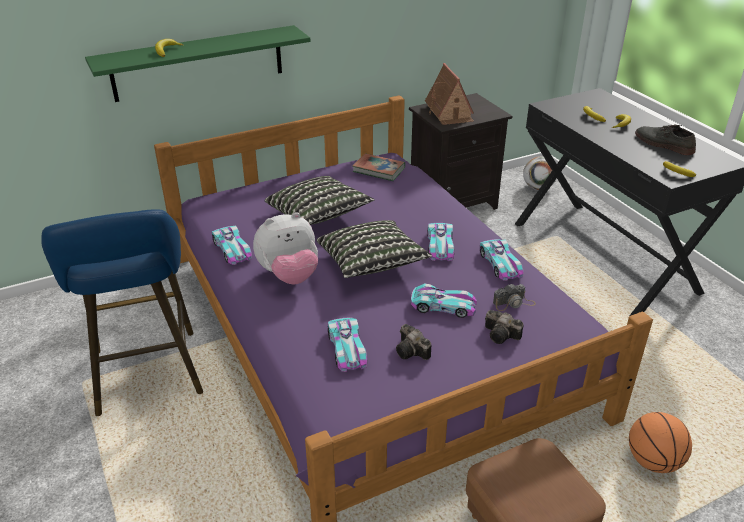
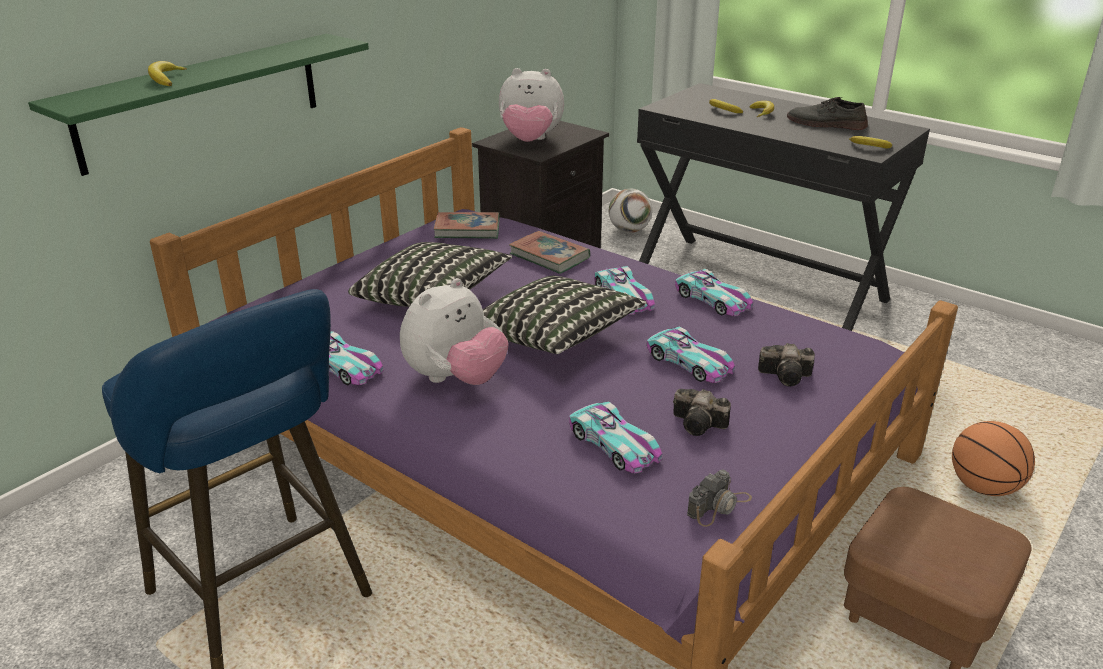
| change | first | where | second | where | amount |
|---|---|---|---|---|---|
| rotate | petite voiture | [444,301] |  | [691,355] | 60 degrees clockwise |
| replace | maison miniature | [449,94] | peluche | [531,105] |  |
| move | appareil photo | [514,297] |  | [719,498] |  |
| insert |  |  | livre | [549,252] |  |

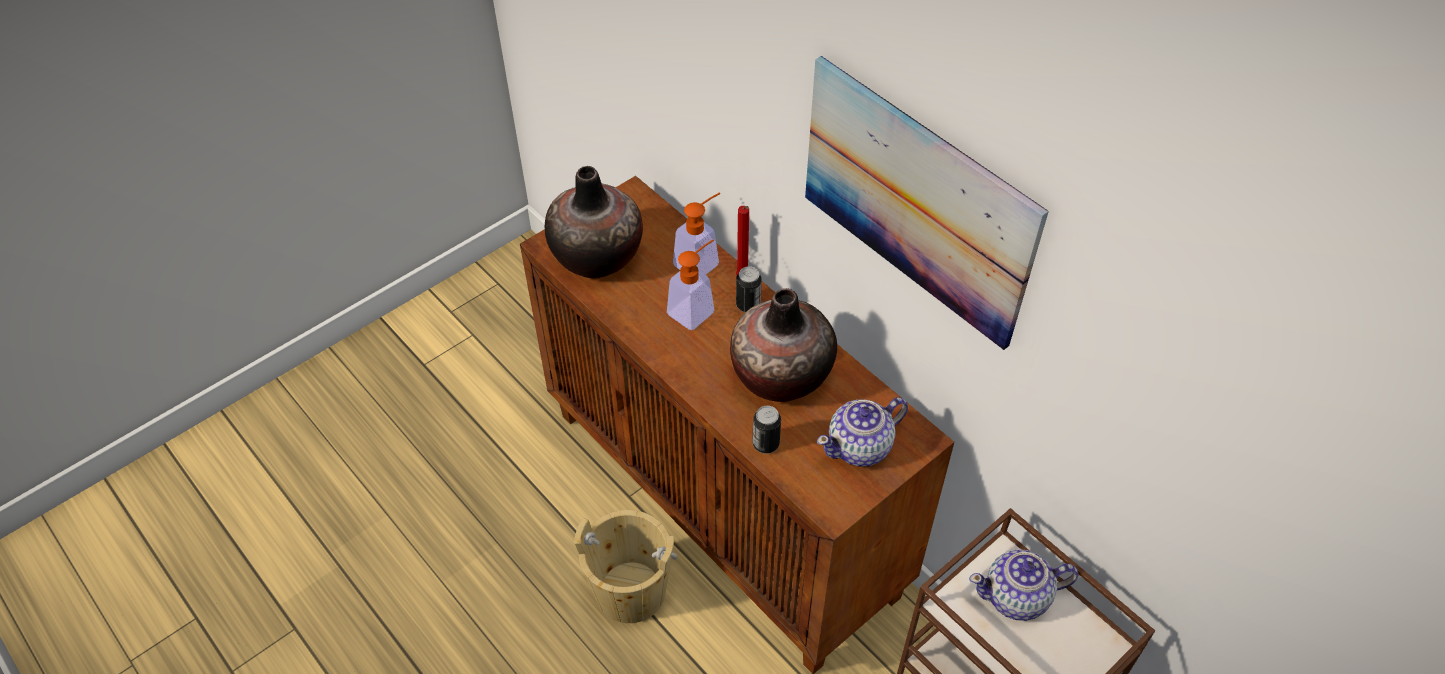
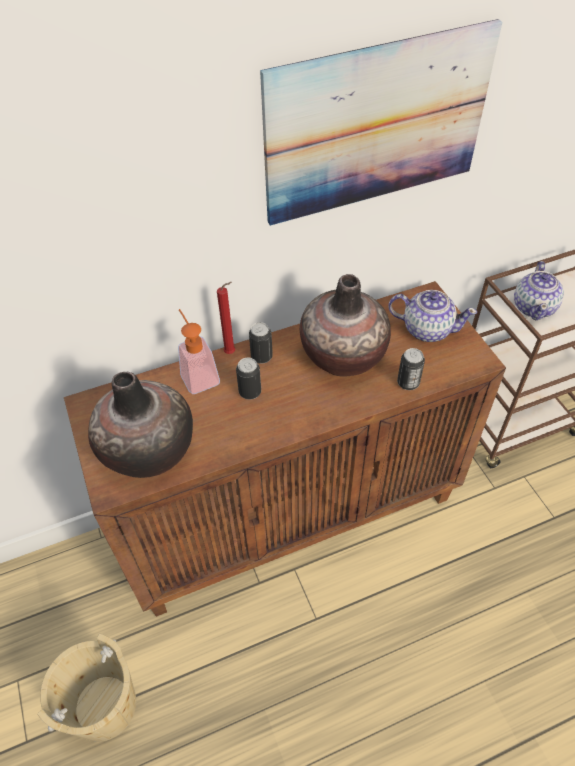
| change | first | where | second | where | amount |
|---|---|---|---|---|---|
| move | seau (beige) | [625,566] |  | [86,687] |  |
| replace | distributeur de savon | [690,284] | boîte métallique | [248,378] |  |
| rotate | théière | [862,432] |  | [432,316] | 60 degrees counterclockwise |

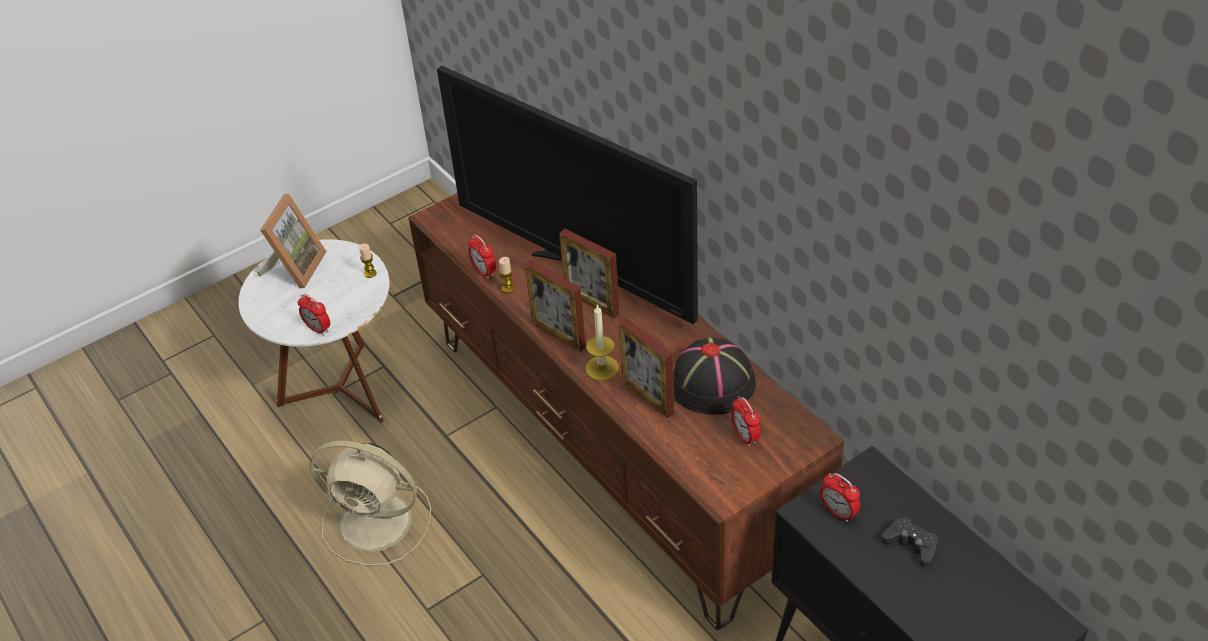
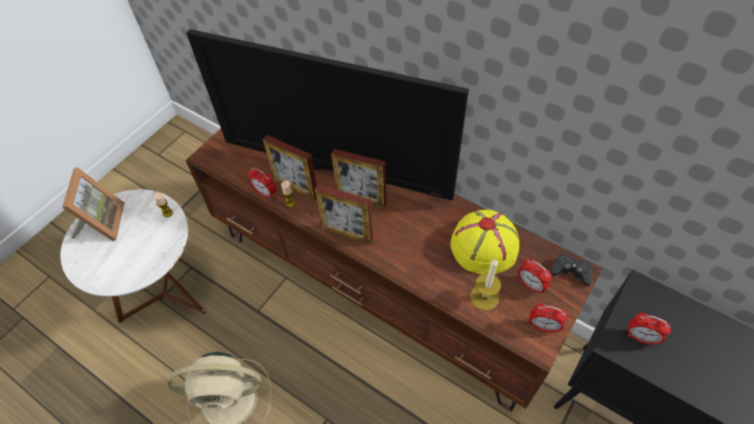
| change | first | where | second | where | amount |
|---|---|---|---|---|---|
| move | réveil | [314,315] |  | [548,318] |  |
| move | bougie | [602,342] |  | [485,284] |  |
| move | cadre photo | [646,367] |  | [289,167] |  |
| recolor | chapeau (noir) | [714,376] | chapeau (jaune) | [485,241] |  |
| move | manette (noir) | [909,542] |  | [571,269] |  |

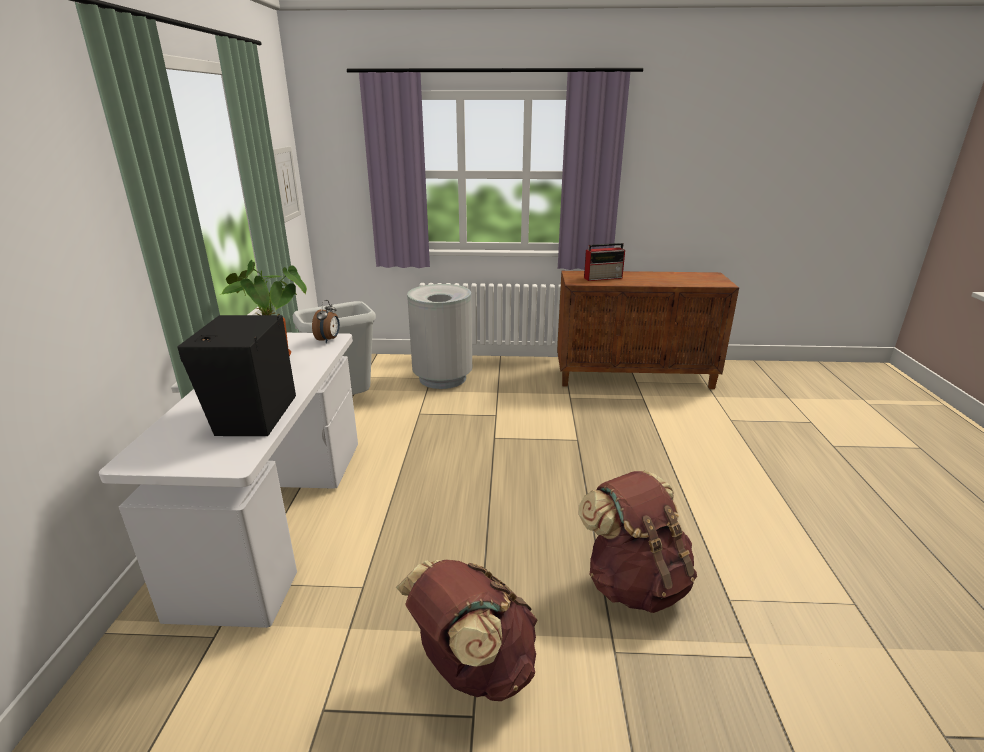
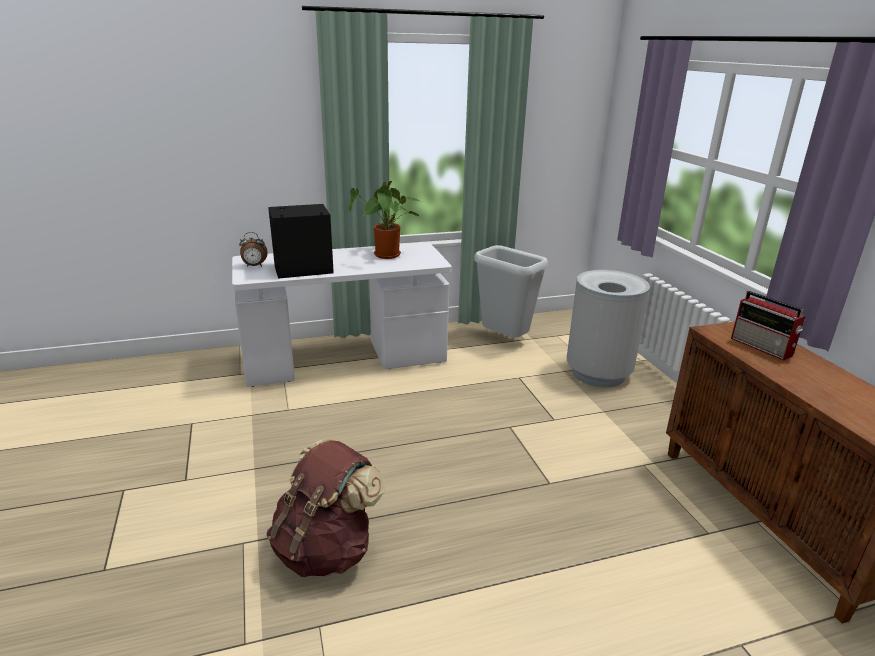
| change | first | where | second | where | amount |
|---|---|---|---|---|---|
| delete | tableau | [287,184] |  |  |  |
| move | réveil | [326,321] |  | [253,249] |  |
| delete | sac à dos (marron) | [467,630] |  |  |  |

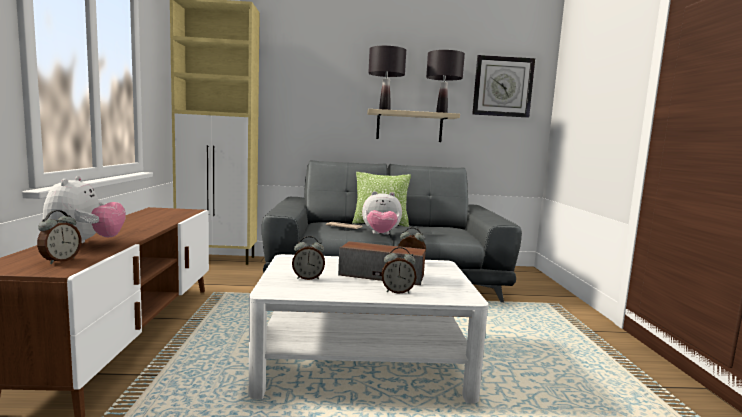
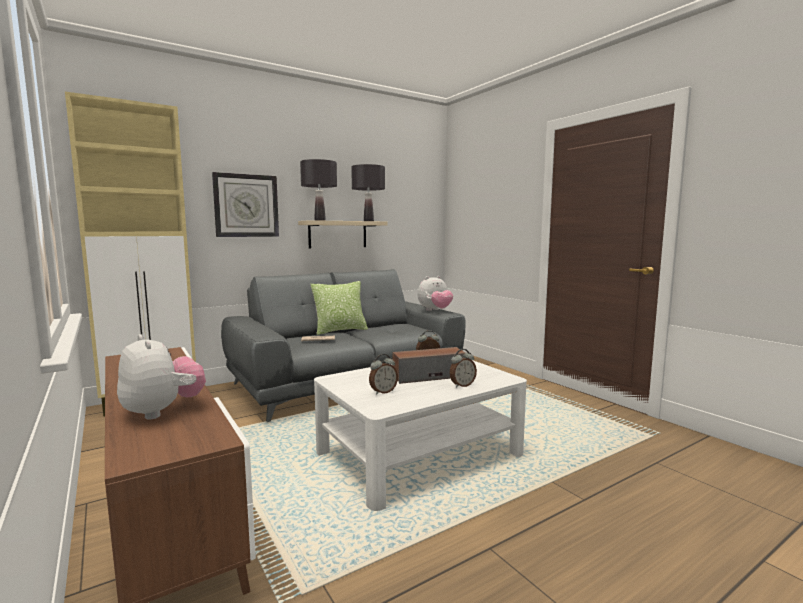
| change | first | where | second | where | amount |
|---|---|---|---|---|---|
| delete | réveil | [59,237] |  |  |  |
| move | peluche | [382,213] |  | [435,293] |  |
| move | horloge murale | [503,86] |  | [245,204] |  |

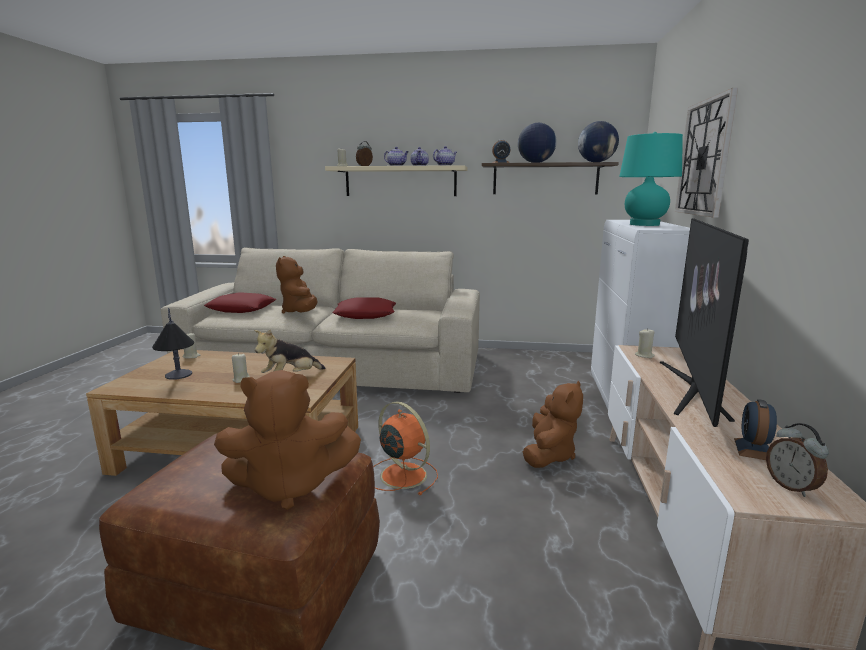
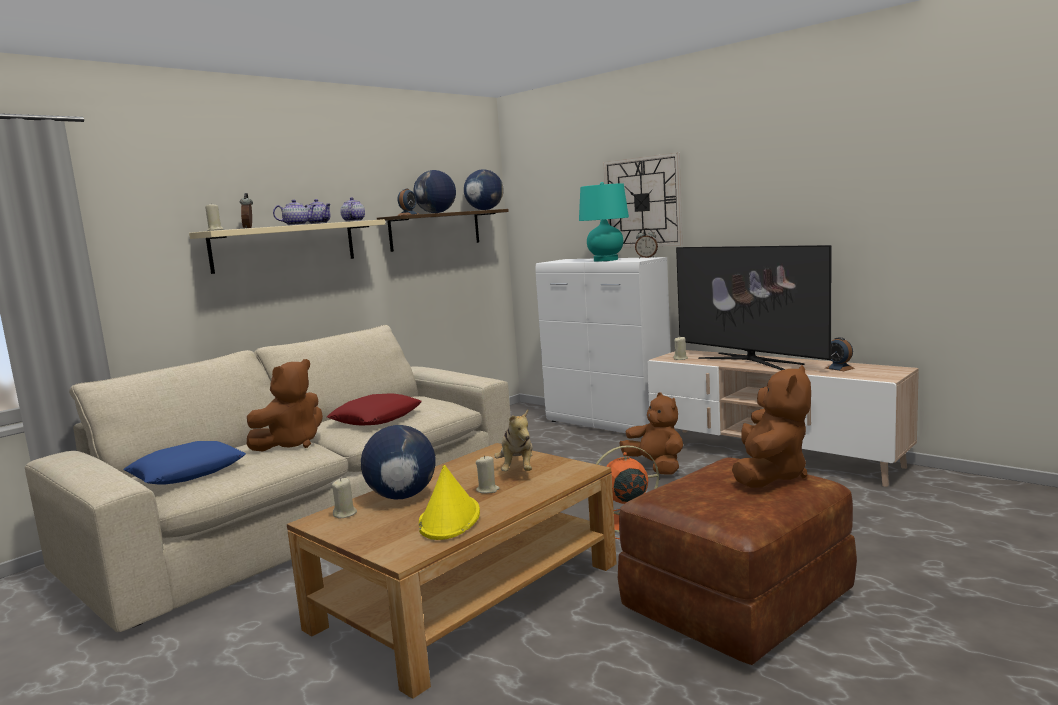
| change | first | where | second | where | amount |
|---|---|---|---|---|---|
| replace | lampe de table | [173,344] | chapeau (jaune) | [449,502] |  |
| recolor | coussin (rouge) | [240,302] | coussin (bleu) | [184,462] |  |
| rotate | peluche (marron) | [296,285] |  | [285,405] | 75 degrees counterclockwise |
| move | réveil | [797,460] |  | [646,243] |  |
| insert |  |  | globe | [398,462] |  |

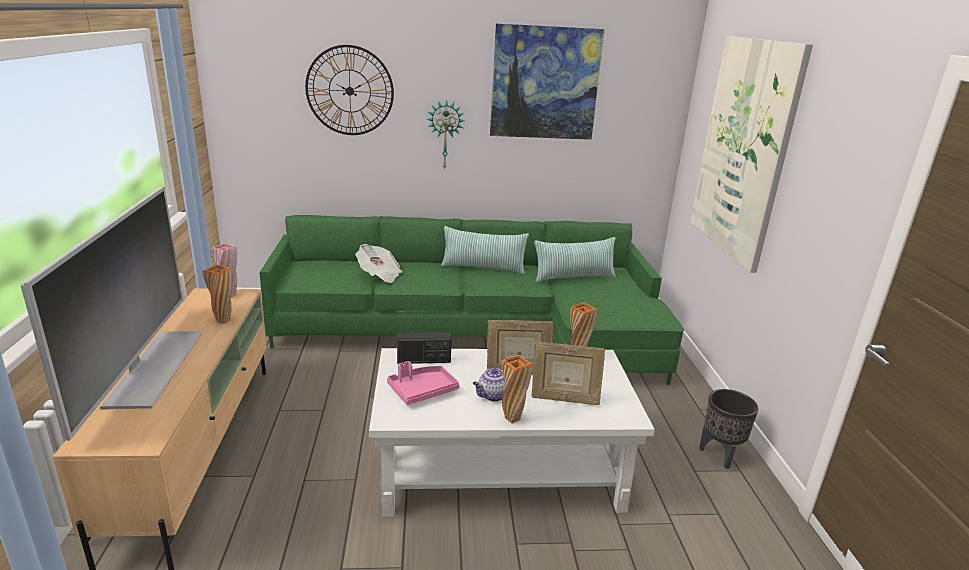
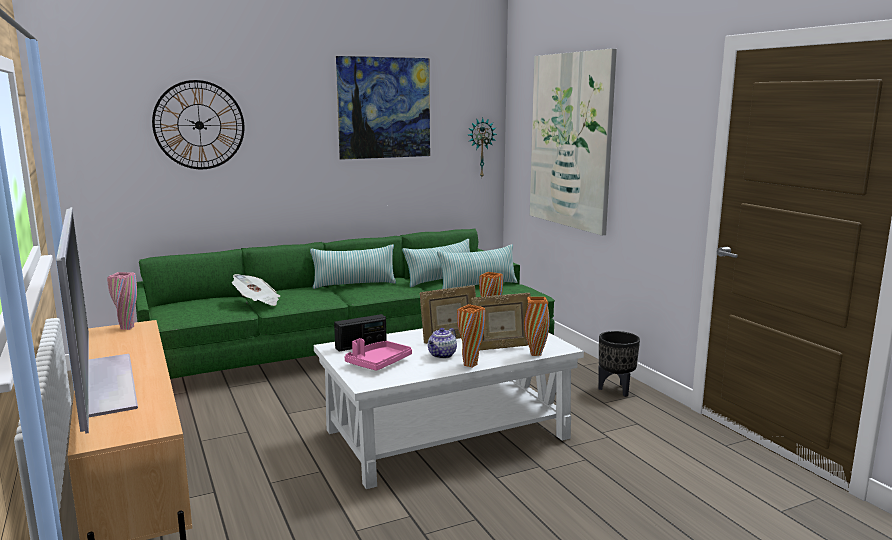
| change | first | where | second | where | amount |
|---|---|---|---|---|---|
| move | vase (orange) | [217,294] |  | [537,326] |  |
| move | horloge murale | [446,135] |  | [482,147] |  |
| insert |  |  | coussin | [477,266] |  |

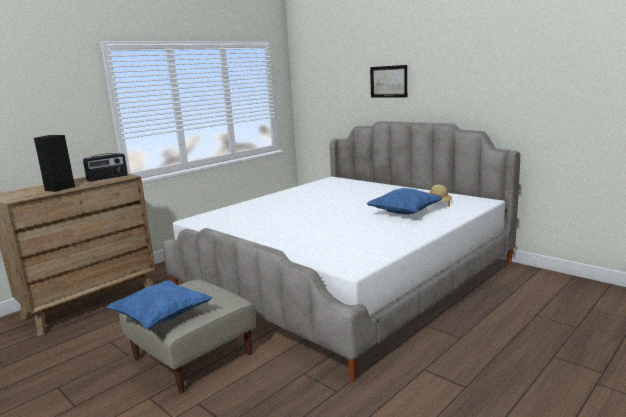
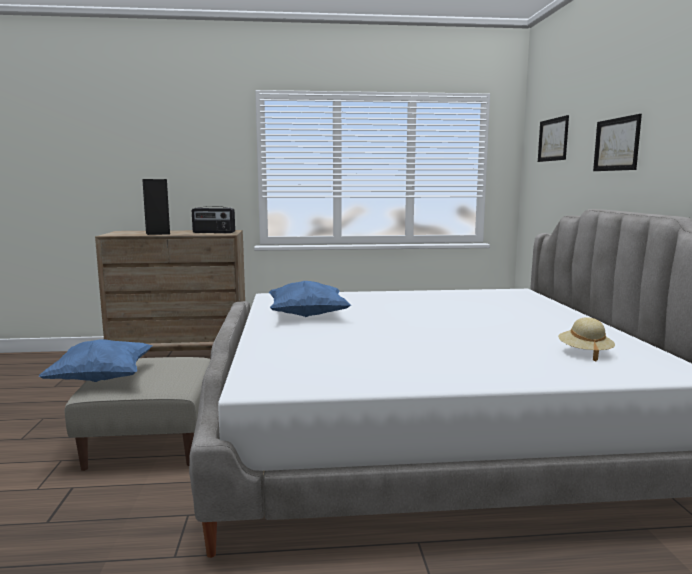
| change | first | where | second | where | amount |
|---|---|---|---|---|---|
| move | coussin (bleu) | [405,201] |  | [310,299] |  |
| insert |  |  | tableau | [553,138] |  |

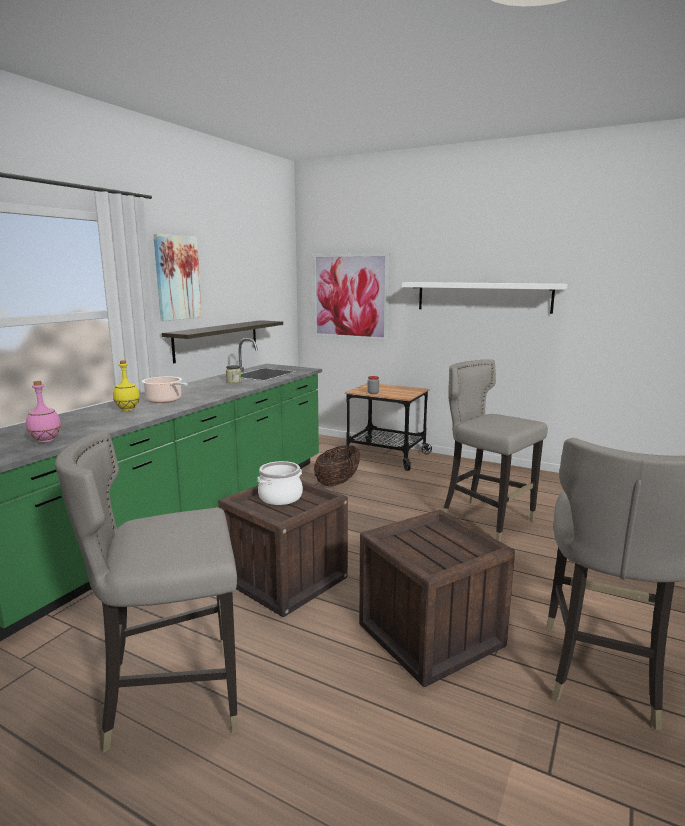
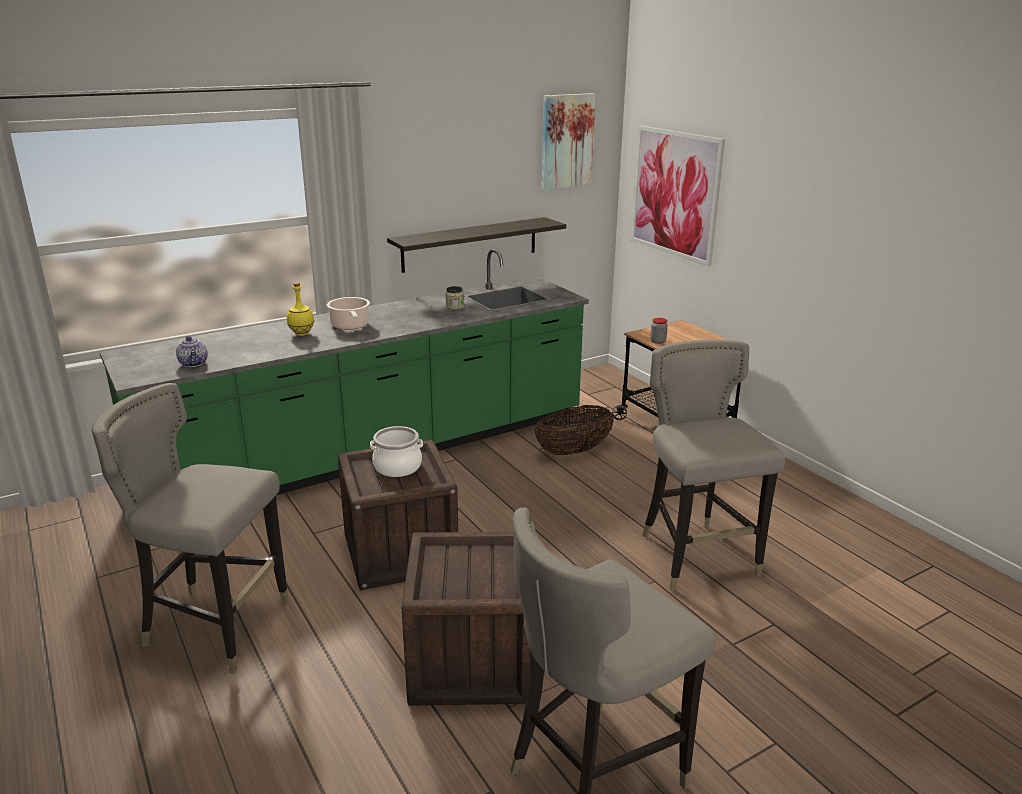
| change | first | where | second | where | amount |
|---|---|---|---|---|---|
| replace | bouteille (rose) | [43,412] | théière | [192,351] |  |
| move | tableau | [177,277] |  | [569,141] |  |
| delete | étagère (blanc) | [485,298] |  |  |  |

